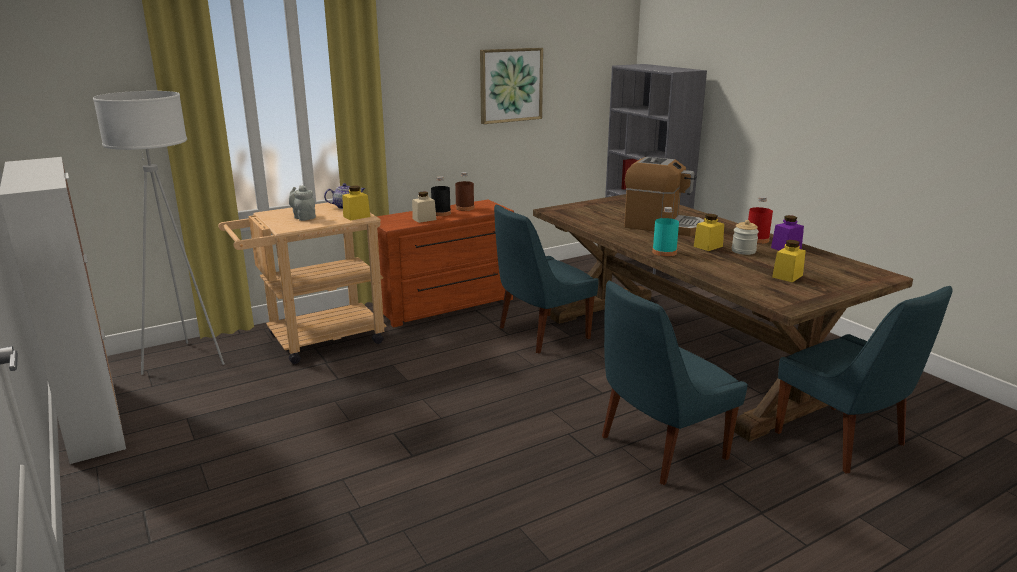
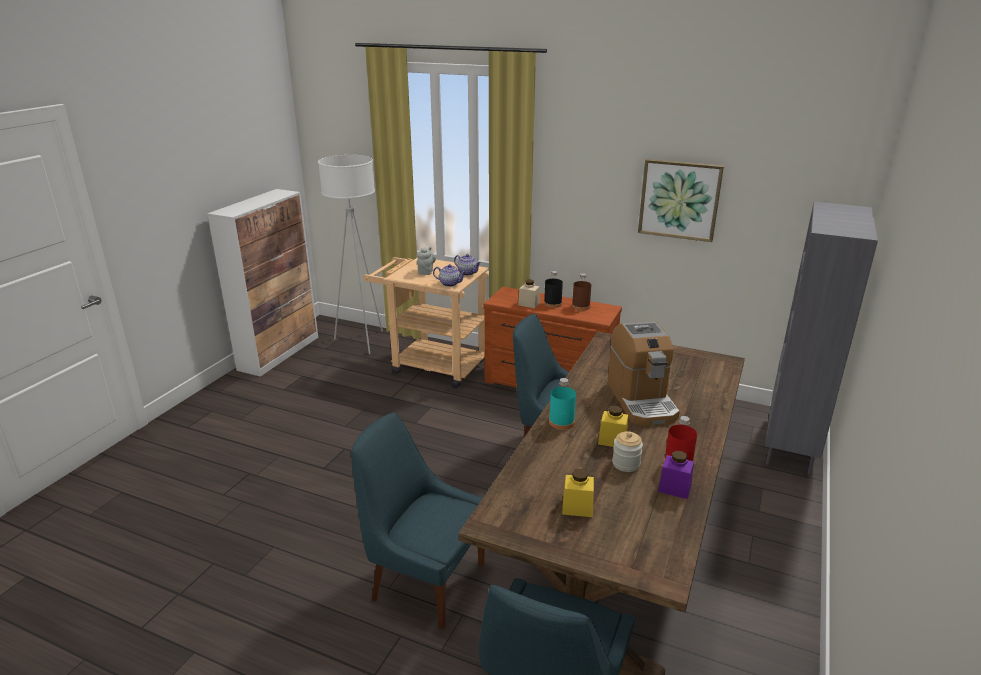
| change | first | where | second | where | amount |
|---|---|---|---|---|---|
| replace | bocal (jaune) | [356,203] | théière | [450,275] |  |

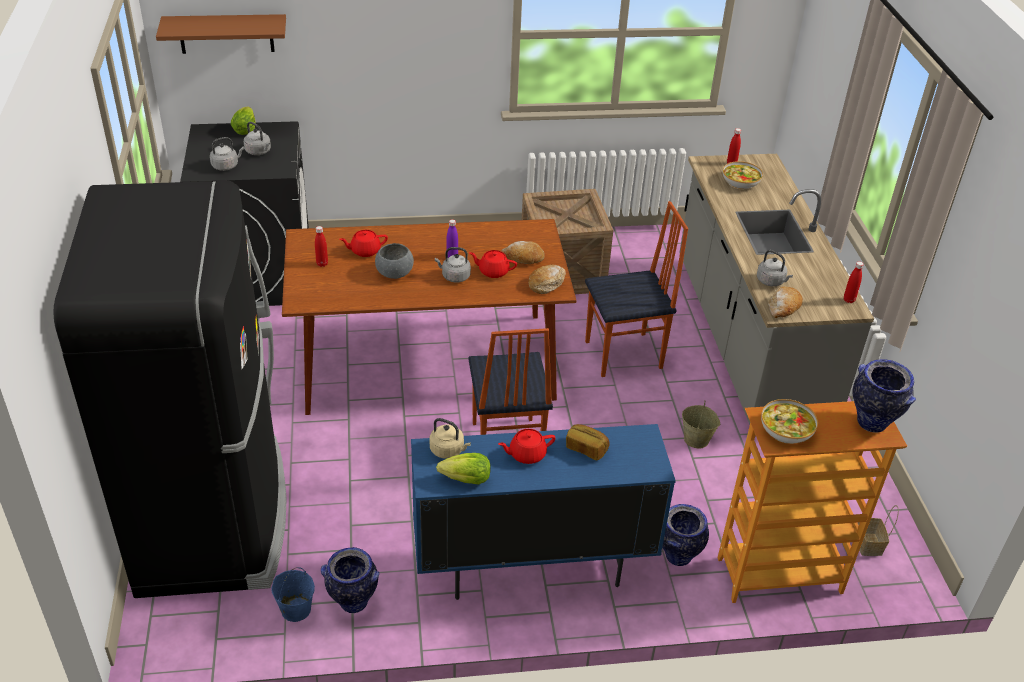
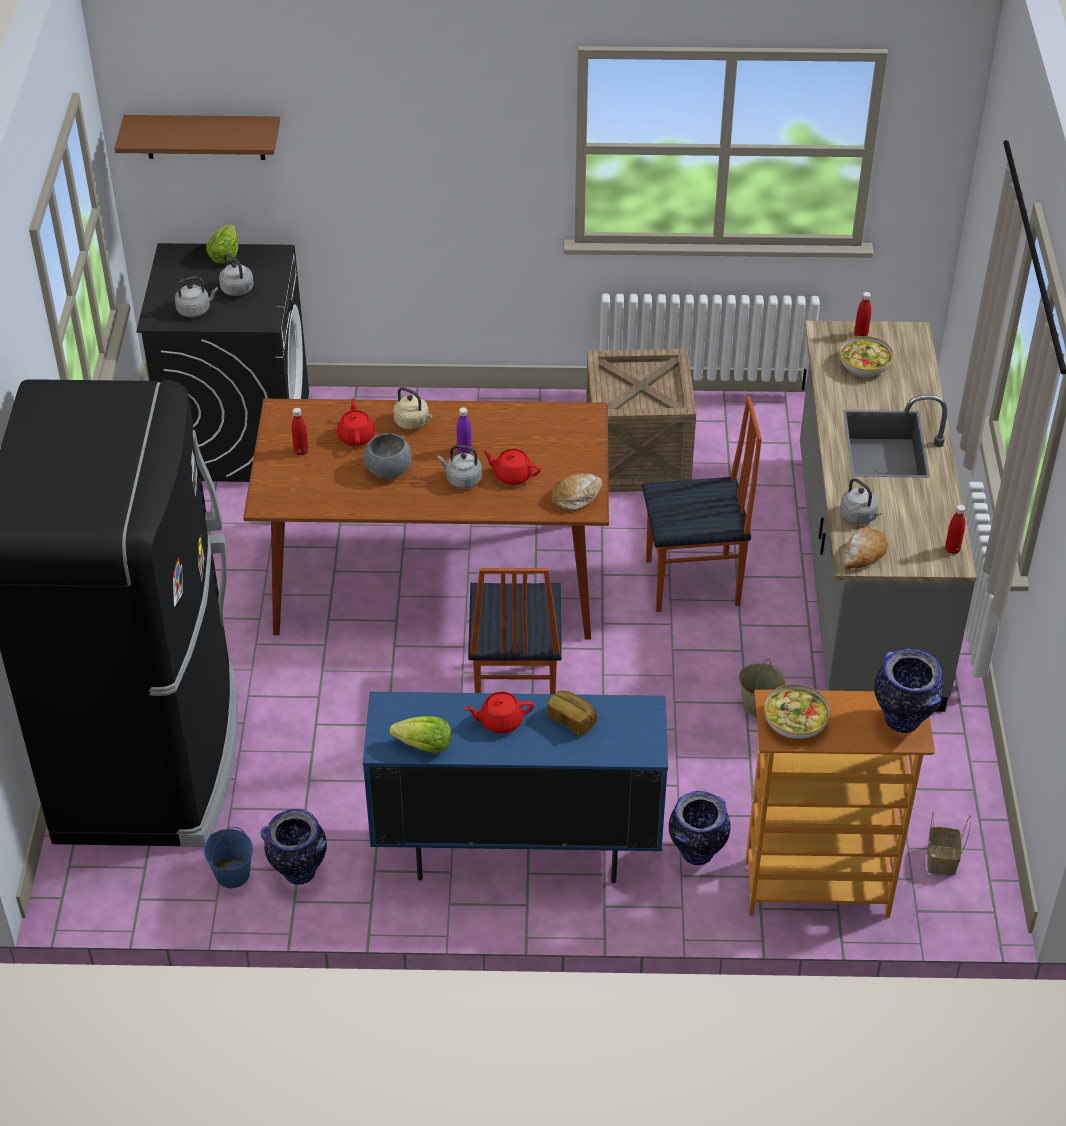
| change | first | where | second | where | amount |
|---|---|---|---|---|---|
| rotate | théière (rouge) | [363,243] |  | [356,422] | 90 degrees clockwise |
| move | bouilloire (beige) | [450,438] |  | [413,408] |  |
| delete | pain | [523,252] |  |  |  |

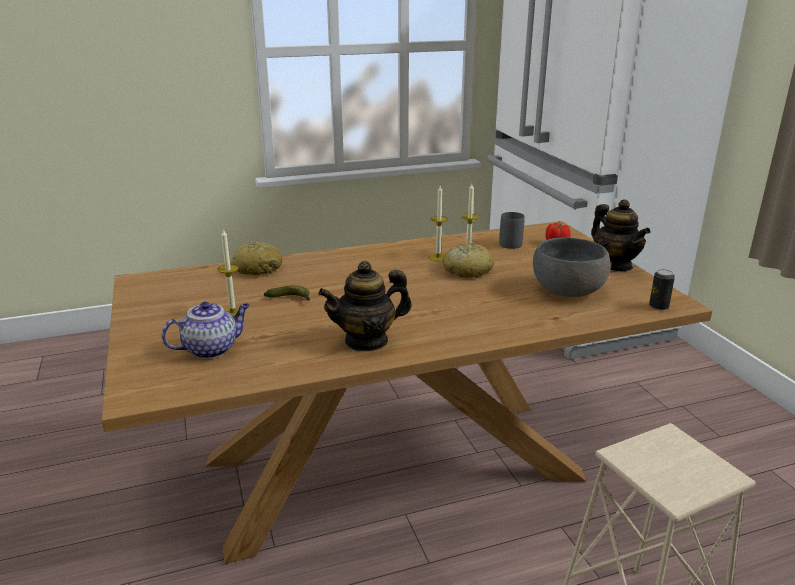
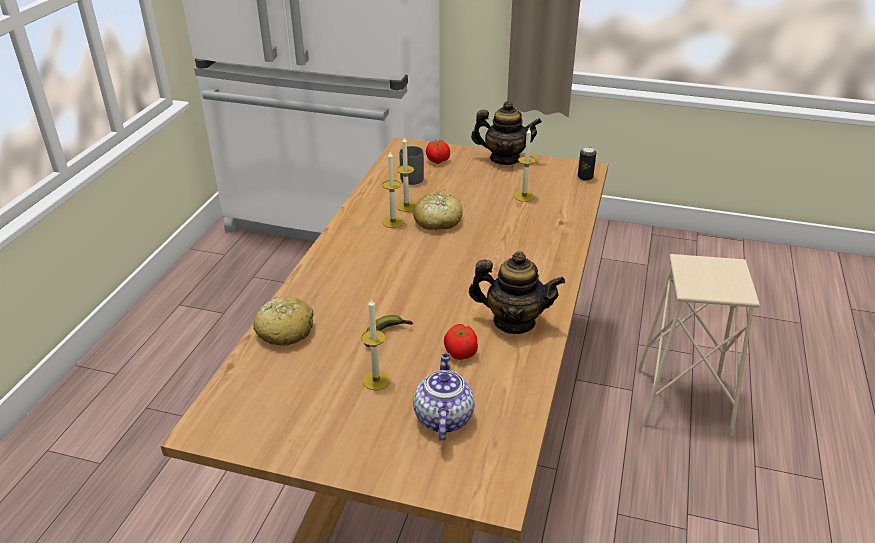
| change | first | where | second | where | amount |
|---|---|---|---|---|---|
| rotate | théière | [365,306] |  | [517,292] | 90 degrees counterclockwise |
| replace | bol (gris) | [572,267] | bougie | [525,165] |  |
| insert |  |  | tomate | [461,342] |  |

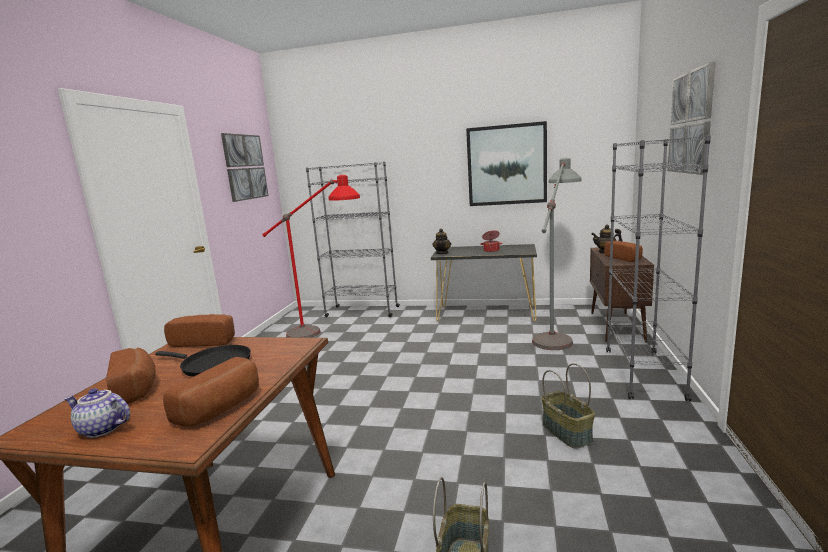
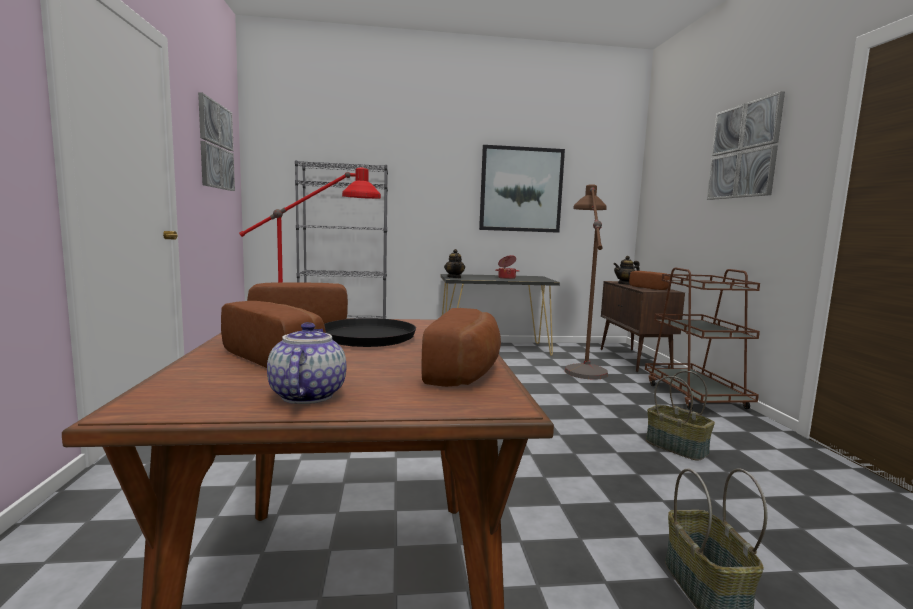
| change | first | where | second | where | amount |
|---|---|---|---|---|---|
| rotate | théière | [97,413] |  | [306,363] | 90 degrees clockwise |
| recolor | lampadaire (gris) | [556,254] | lampadaire (marron) | [586,282] |  |
| replace | bibliothèque (gris) | [658,268] | chariot (marron) | [702,338] |  |

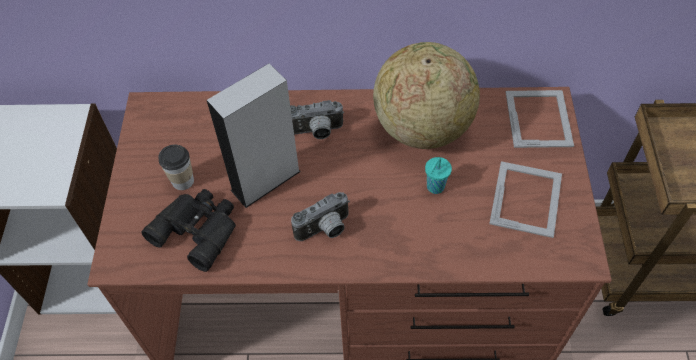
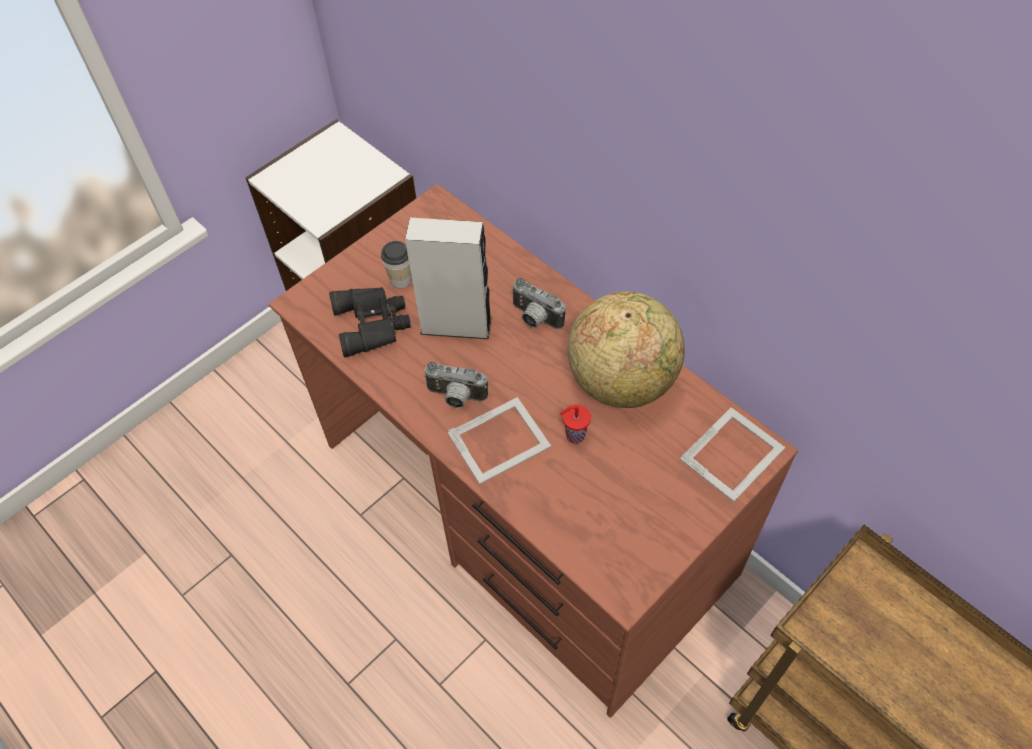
| change | first | where | second | where | amount |
|---|---|---|---|---|---|
| recolor | tasse (turquoise) | [438,175] | tasse (rouge) | [575,424] |  |
| move | cadre photo | [525,199] |  | [499,440] |  |

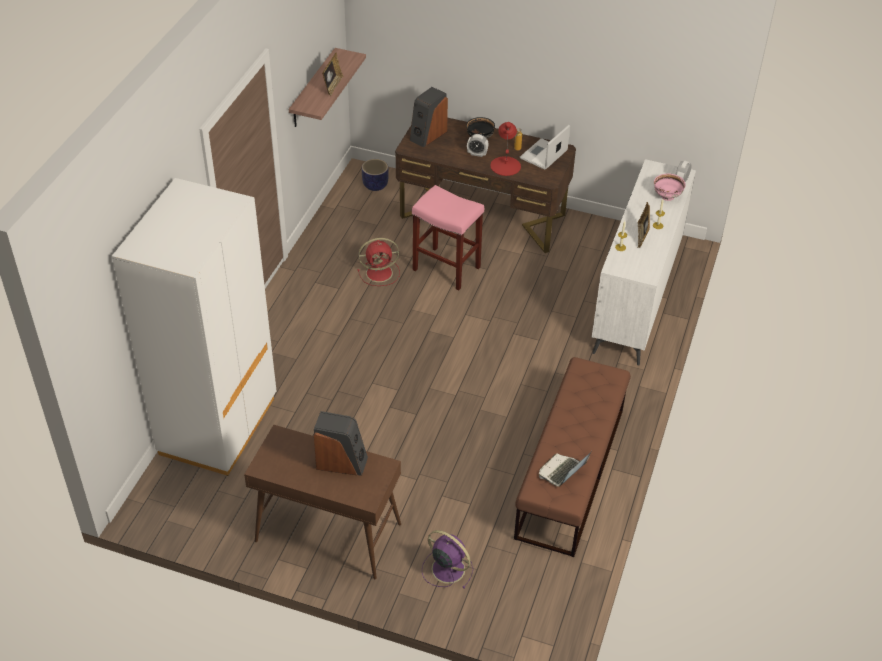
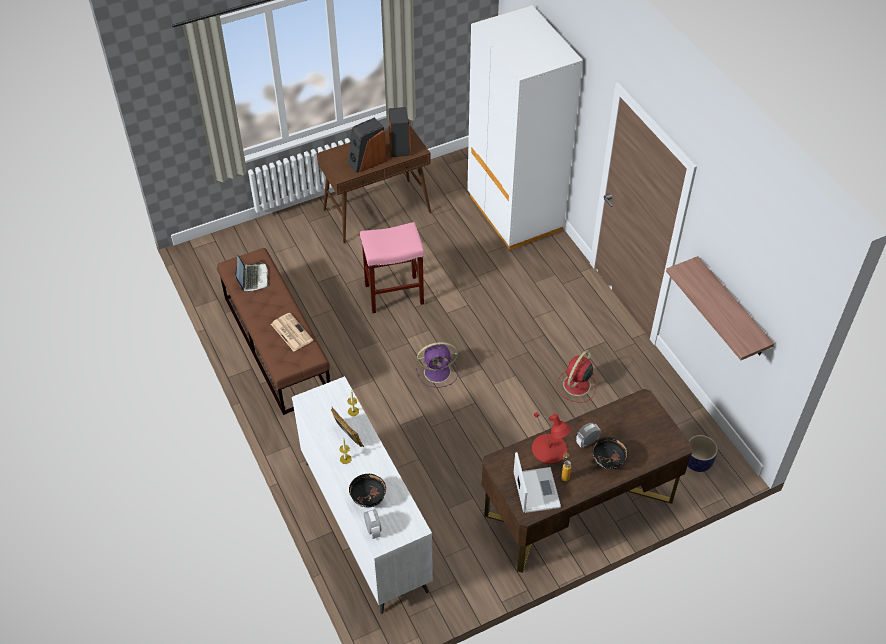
| change | first | where | second | where | amount |
|---|---|---|---|---|---|
| delete | cadre photo | [333,74] |  |  |  |
| move | enceinte | [428,117] |  | [400,132] |  |
| move | tabouret (rose) | [448,238] |  | [392,267] |  |
| move | ventilateur (violet) | [447,559] |  | [437,365] |  |
| recolor | bol (rose) | [670,187] | bol (noir) | [367,491] |  |
| insert |  |  | journal | [292,332] |  |

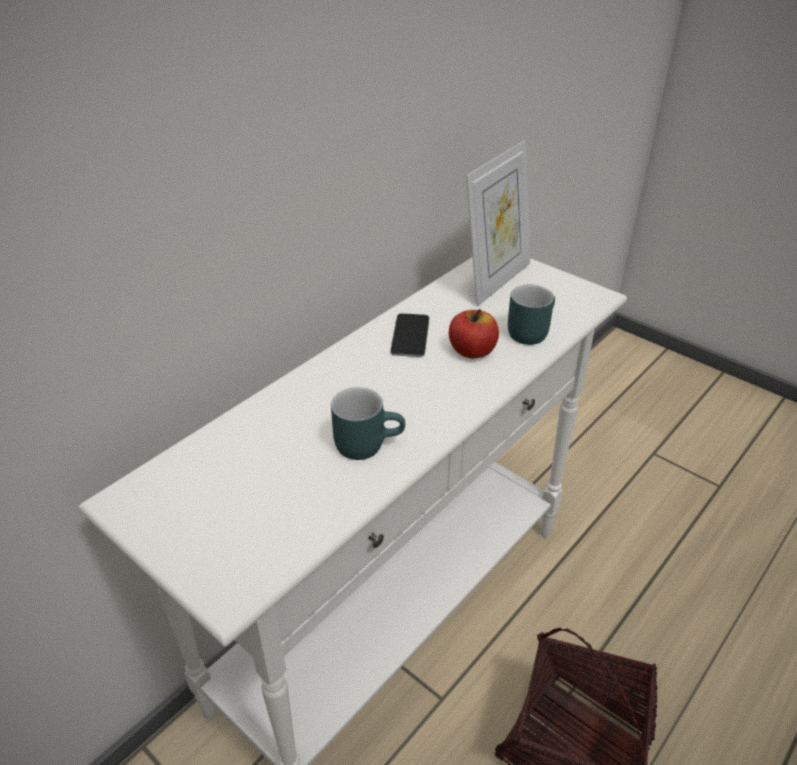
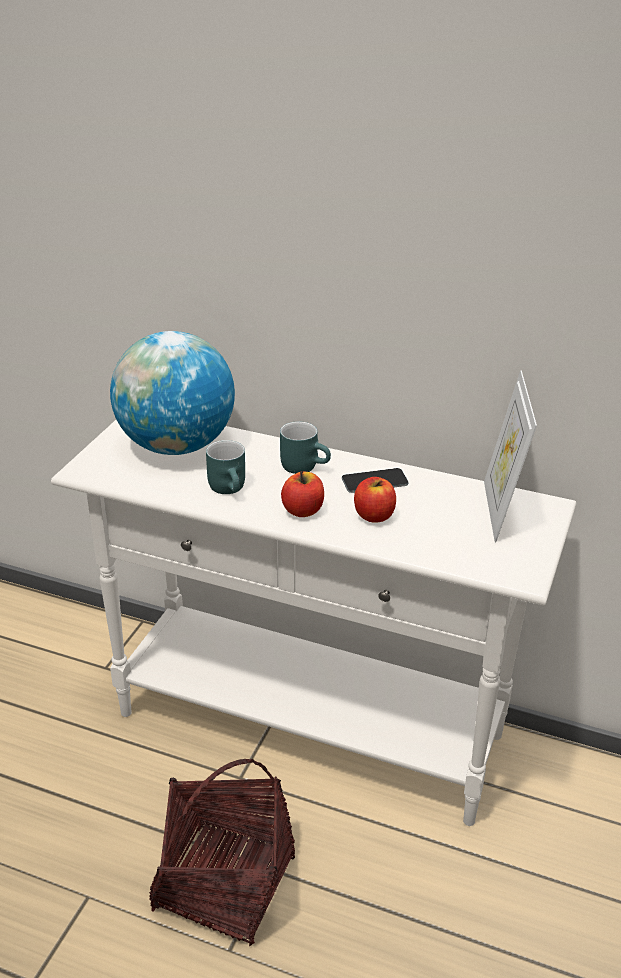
| change | first | where | second | where | amount |
|---|---|---|---|---|---|
| rotate | cadre photo | [498,223] |  | [510,456] | 75 degrees clockwise |
| move | mug (turquoise) | [531,314] |  | [305,447] |  |
| insert |  |  | globe | [172,393] |  |
| insert |  |  | pomme | [302,494] |  |

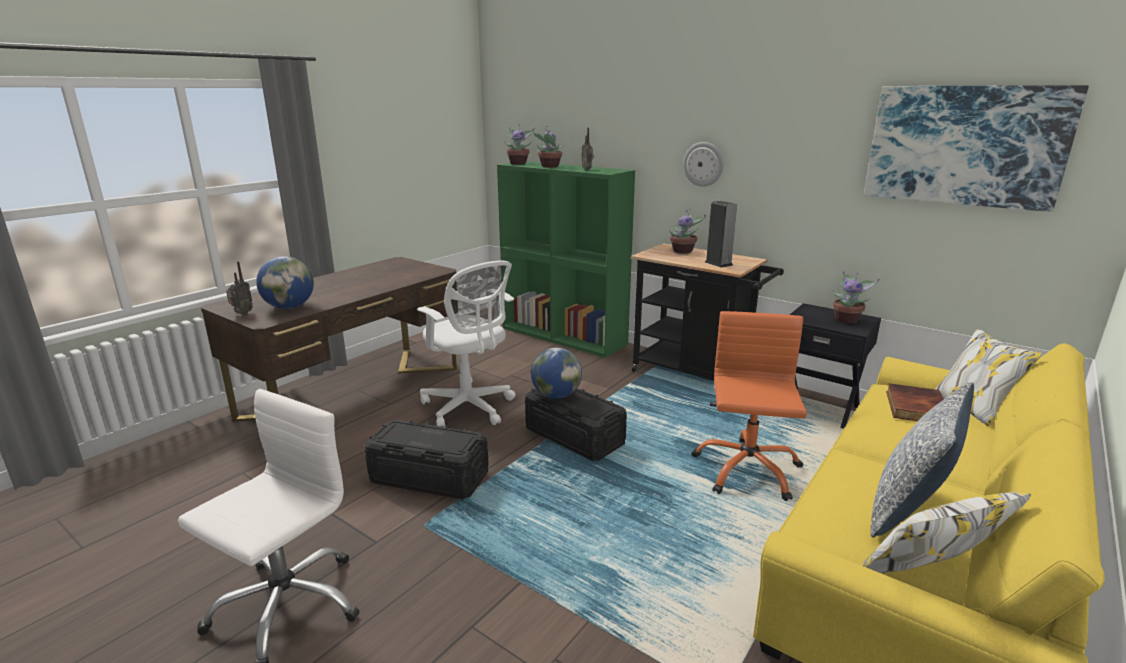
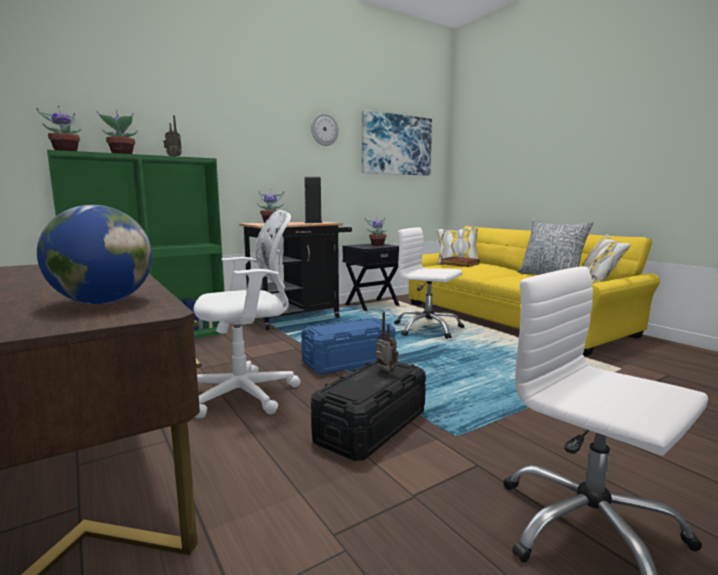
| change | first | where | second | where | amount |
|---|---|---|---|---|---|
| move | radio | [239,288] |  | [387,342] |  |
| recolor | boîte de rangement (noir) | [576,424] | boîte de rangement (bleu) | [348,346] |  |
| delete | globe | [556,373] |  |  |  |
| move | horloge murale | [703,164] |  | [325,129] |  |
| recolor | chaise de bureau (orange) | [749,406] | chaise de bureau (blanc) | [429,283] |  |

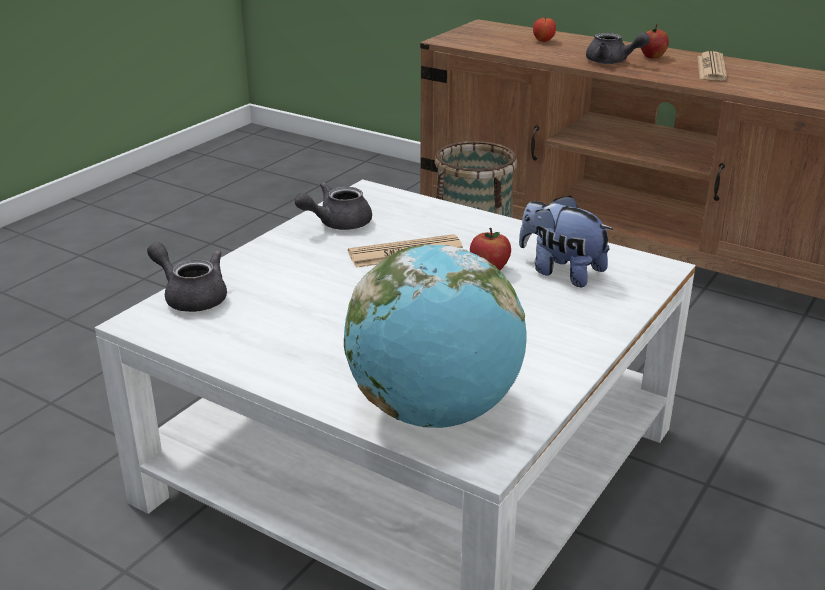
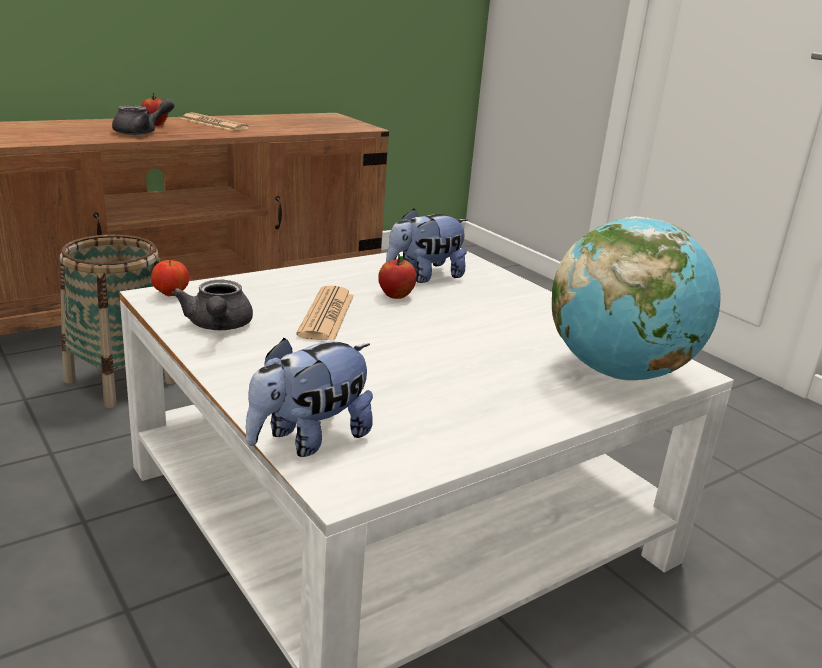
| change | first | where | second | where | amount |
|---|---|---|---|---|---|
| replace | théière (gris) | [187,277] | peluche | [309,397] |  |
| move | pomme | [544,29] |  | [170,278] |  |

